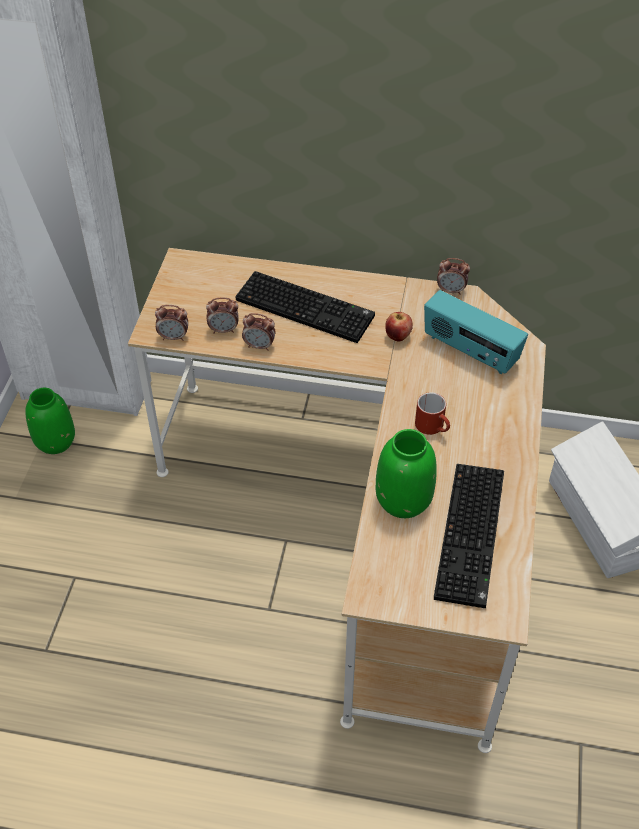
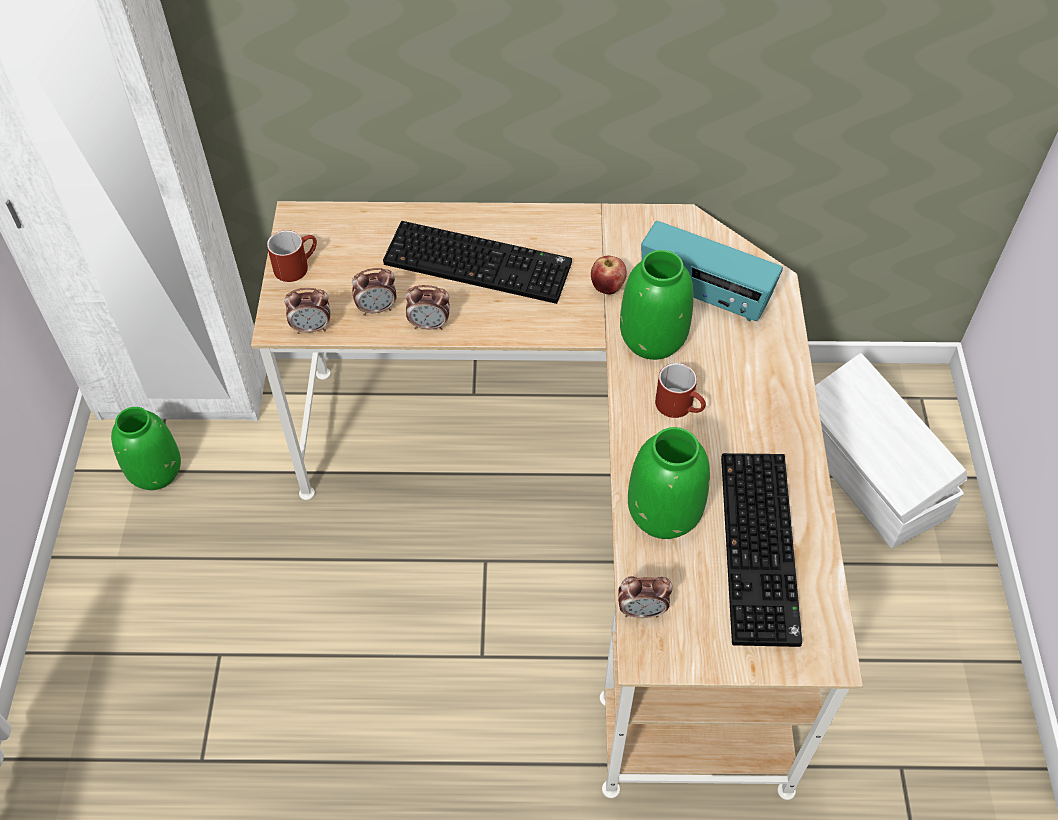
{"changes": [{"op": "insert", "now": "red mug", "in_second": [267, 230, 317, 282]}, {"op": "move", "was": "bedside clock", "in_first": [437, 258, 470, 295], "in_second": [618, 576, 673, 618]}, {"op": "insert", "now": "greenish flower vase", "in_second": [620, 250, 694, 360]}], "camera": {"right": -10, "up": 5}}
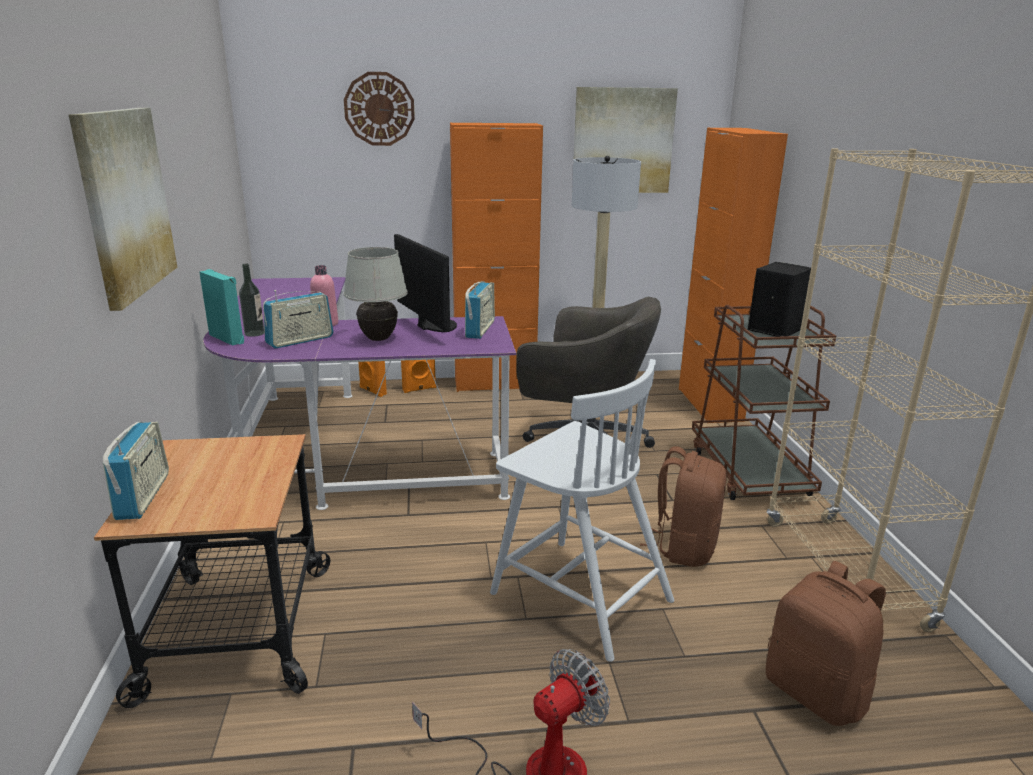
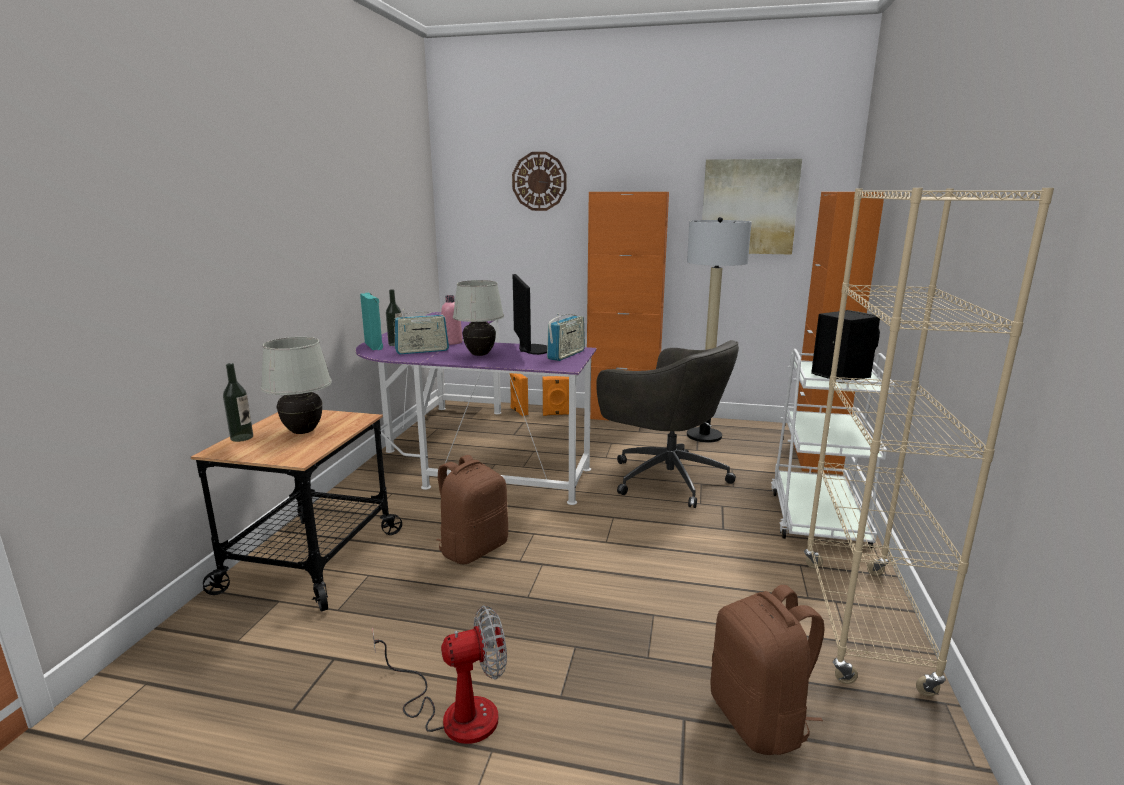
{"changes": [{"op": "replace", "was": "radio", "now": "beverage bottle", "in_first": [103, 421, 169, 520], "in_second": [223, 363, 253, 442]}, {"op": "insert", "now": "white lamp for a table", "in_second": [261, 337, 332, 434]}, {"op": "move", "was": "brownish backpack", "in_first": [640, 446, 727, 567], "in_second": [436, 455, 508, 564]}, {"op": "recolor", "was": "brownish trolley", "now": "white trolley", "in_first": [692, 305, 836, 500], "in_second": [771, 349, 895, 548]}, {"op": "delete", "was": "picture", "in_first": [69, 108, 177, 311]}, {"op": "delete", "was": "white chair", "in_first": [490, 359, 674, 662]}], "camera": {"right": 20, "up": -5}}
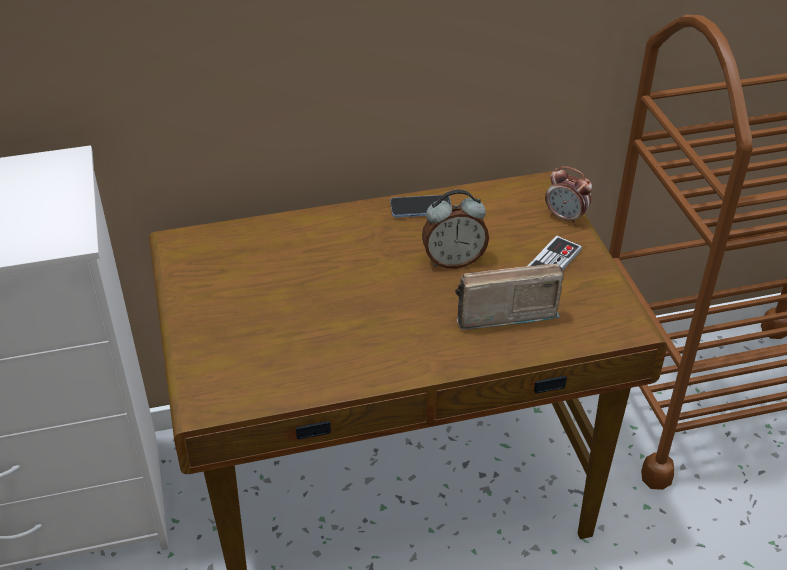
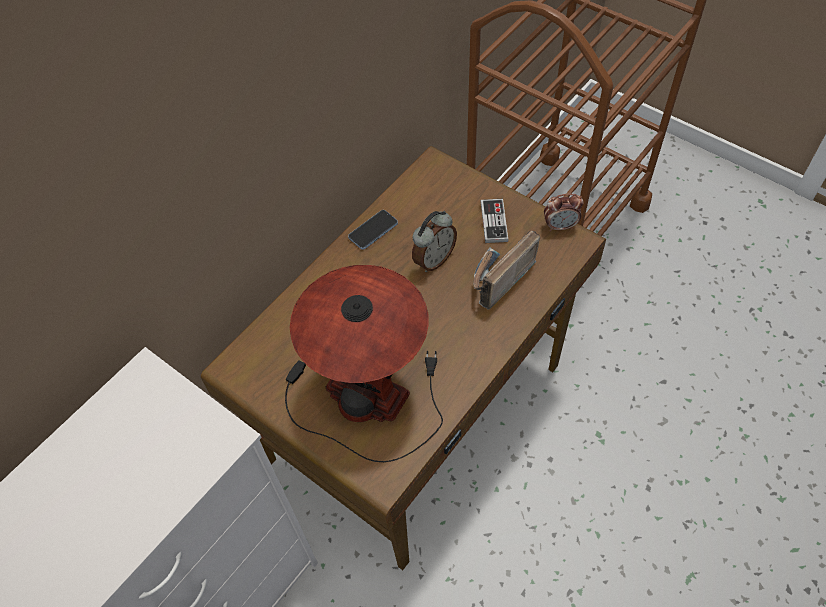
{"changes": [{"op": "insert", "now": "lamp for a table", "in_second": [285, 265, 443, 462]}, {"op": "move", "was": "bedside clock", "in_first": [545, 166, 592, 225], "in_second": [544, 194, 584, 232]}], "camera": {"right": -35, "up": 15}}
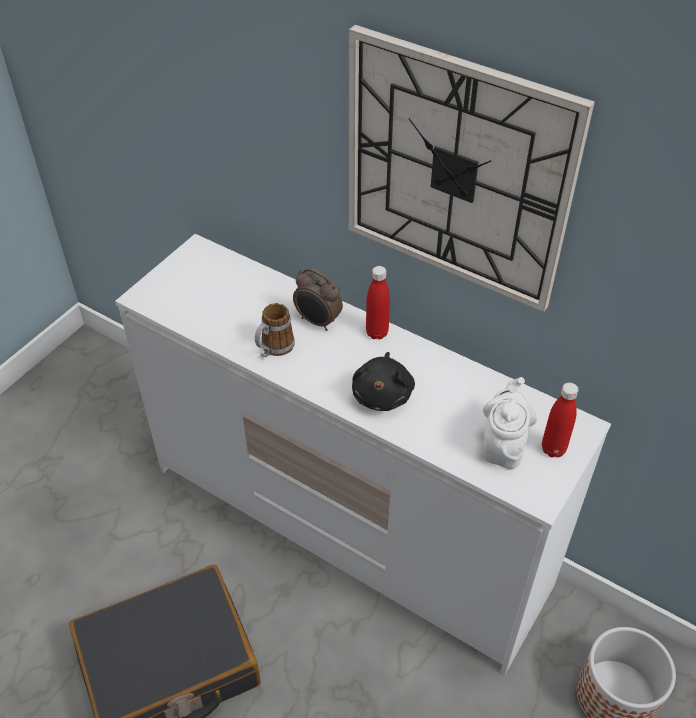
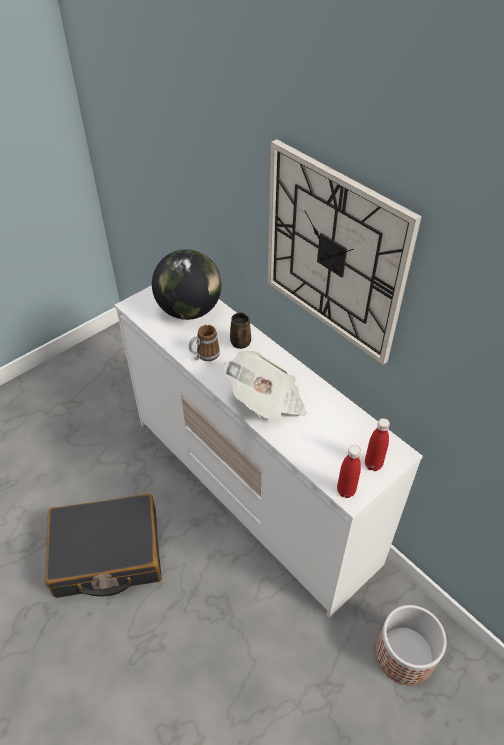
{"changes": [{"op": "insert", "now": "globe", "in_second": [152, 249, 222, 320]}, {"op": "replace", "was": "black-coloured soft toy", "now": "daily paper", "in_first": [352, 352, 415, 411], "in_second": [223, 351, 307, 420]}, {"op": "replace", "was": "bedside clock", "now": "brownish mug", "in_first": [293, 268, 343, 331], "in_second": [230, 312, 251, 349]}, {"op": "move", "was": "red beverage bottle", "in_first": [366, 266, 390, 340], "in_second": [337, 445, 361, 498]}, {"op": "delete", "was": "white teapot", "in_first": [483, 377, 537, 469]}], "camera": {"right": 15, "up": 0}}
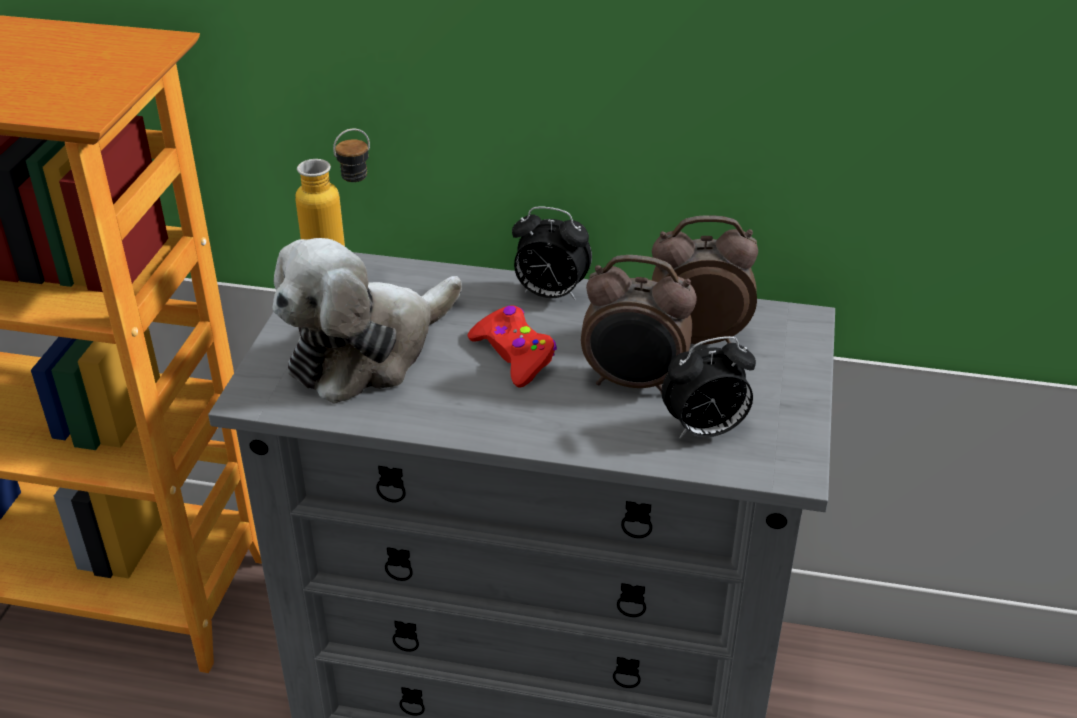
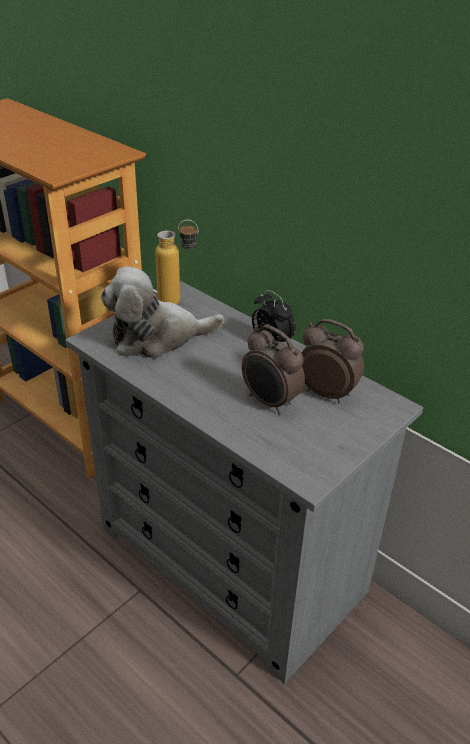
{"changes": [{"op": "delete", "was": "red gamepad", "in_first": [468, 305, 557, 387]}, {"op": "delete", "was": "bedside clock", "in_first": [661, 336, 756, 439]}], "camera": {"right": 30, "up": 0}}
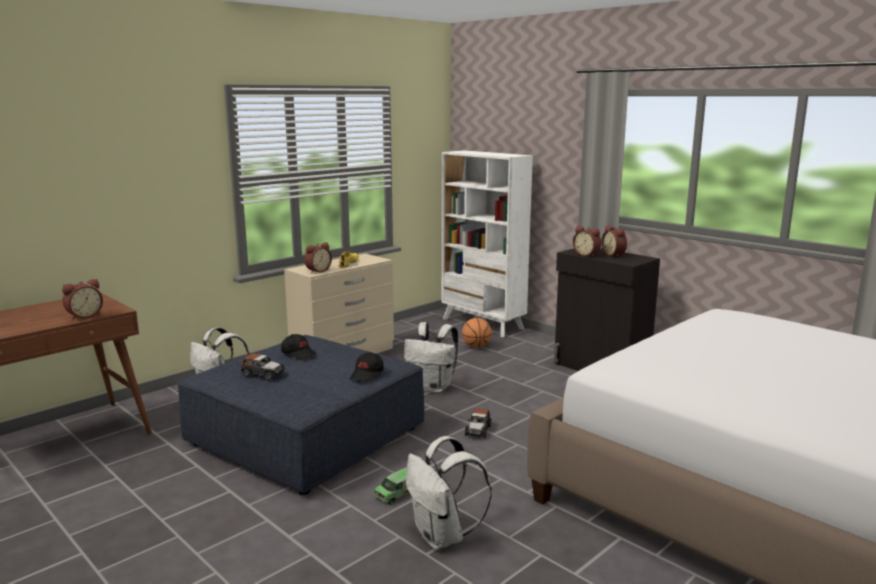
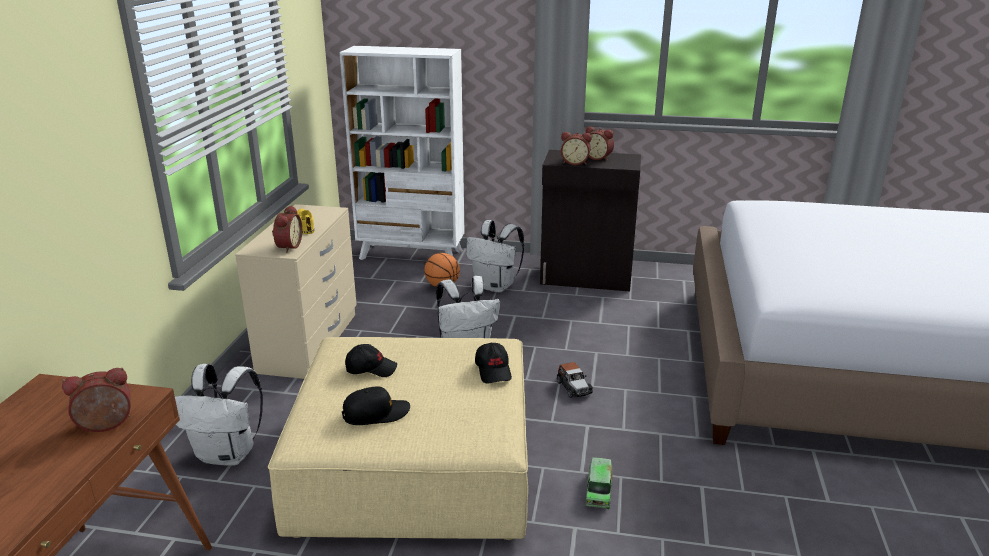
{"changes": [{"op": "rotate", "was": "bedside clock", "in_first": [62, 279, 103, 320], "in_second": [62, 368, 131, 432], "clockwise": -120}, {"op": "recolor", "was": "blue pouffe", "now": "beige-coloured pouffe", "in_first": [177, 335, 424, 495], "in_second": [268, 337, 528, 540]}, {"op": "replace", "was": "toy car", "now": "black-coloured baseball cap", "in_first": [241, 353, 285, 380], "in_second": [342, 386, 410, 425]}, {"op": "move", "was": "white backpack", "in_first": [406, 436, 492, 550], "in_second": [466, 220, 524, 293]}], "camera": {"right": -35, "up": 10}}
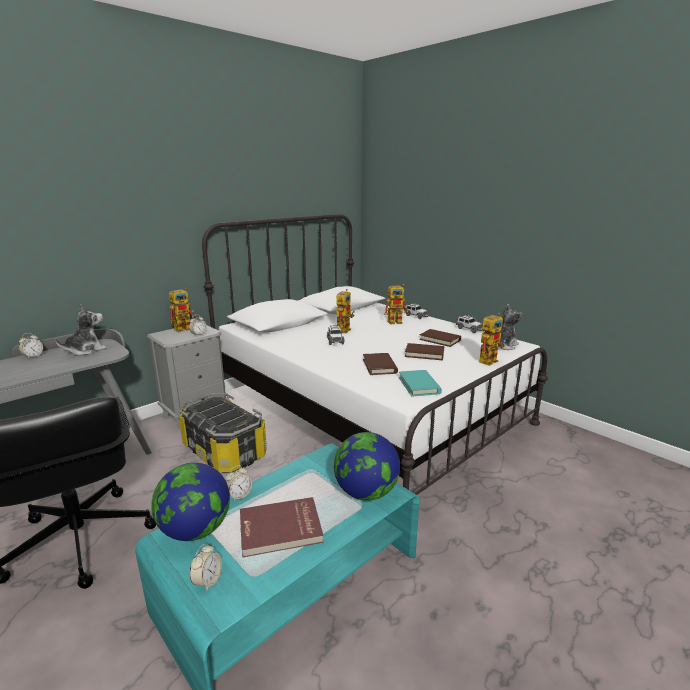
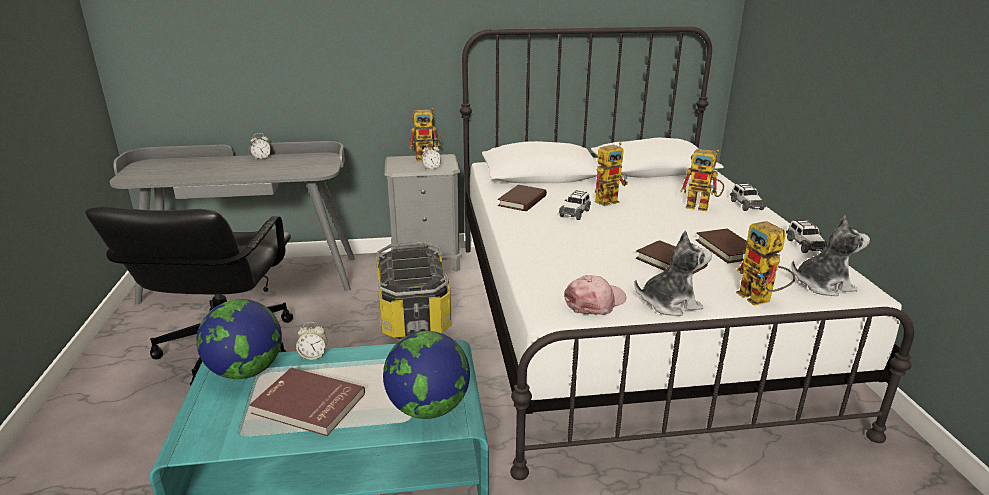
{"changes": [{"op": "move", "was": "brownish book", "in_first": [363, 353, 398, 375], "in_second": [498, 185, 547, 211]}, {"op": "replace", "was": "turquoise book", "now": "pink-coloured baseball cap", "in_first": [399, 370, 442, 397], "in_second": [564, 275, 627, 315]}, {"op": "move", "was": "soft toy", "in_first": [55, 305, 107, 355], "in_second": [634, 231, 712, 316]}, {"op": "rotate", "was": "model robot", "in_first": [479, 313, 506, 366], "in_second": [736, 221, 795, 306], "clockwise": 75}, {"op": "delete", "was": "bedside clock", "in_first": [190, 544, 222, 592]}], "camera": {"right": 35, "up": 5}}
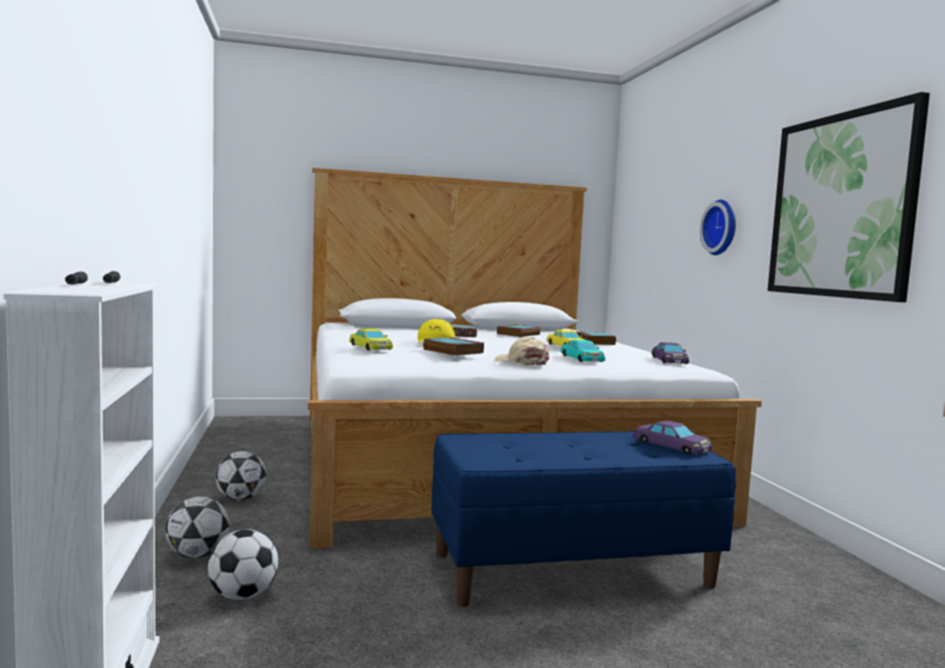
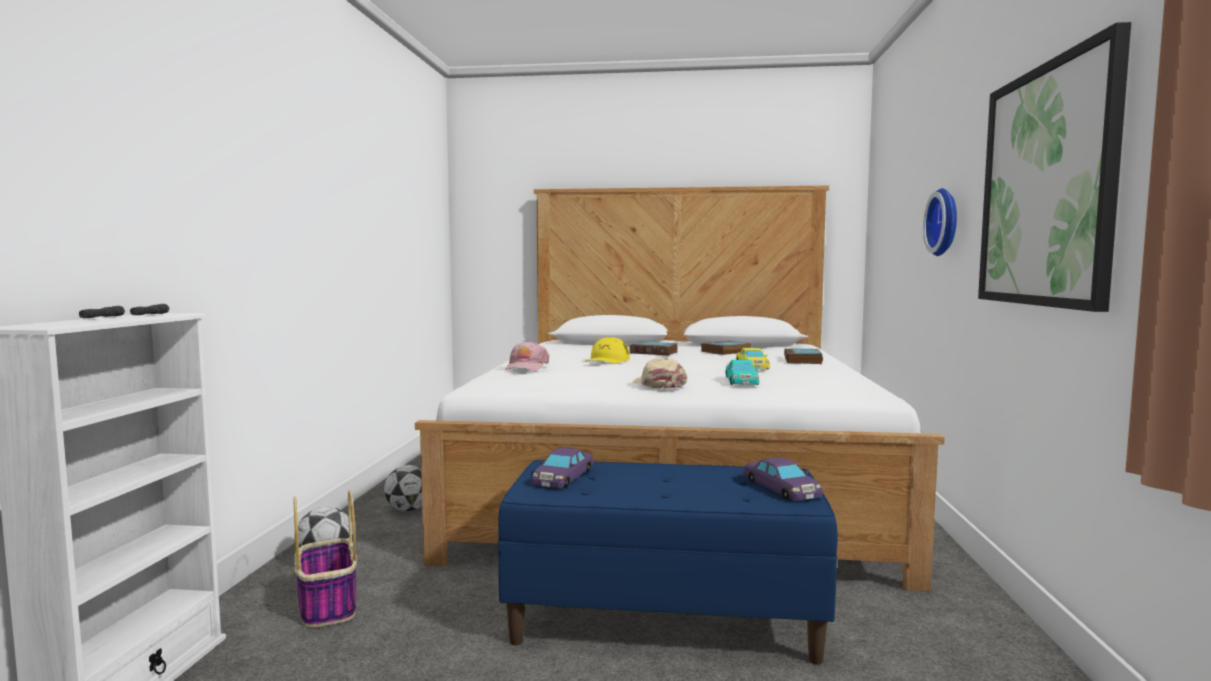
{"changes": [{"op": "replace", "was": "football", "now": "storage basket", "in_first": [208, 529, 278, 600], "in_second": [293, 490, 357, 628]}, {"op": "replace", "was": "yellow toy car", "now": "pink-coloured baseball cap", "in_first": [349, 329, 393, 350], "in_second": [505, 341, 549, 371]}, {"op": "move", "was": "purple toy car", "in_first": [652, 342, 689, 364], "in_second": [531, 448, 594, 488]}, {"op": "delete", "was": "book", "in_first": [423, 337, 484, 356]}], "camera": {"right": 20, "up": 0}}
